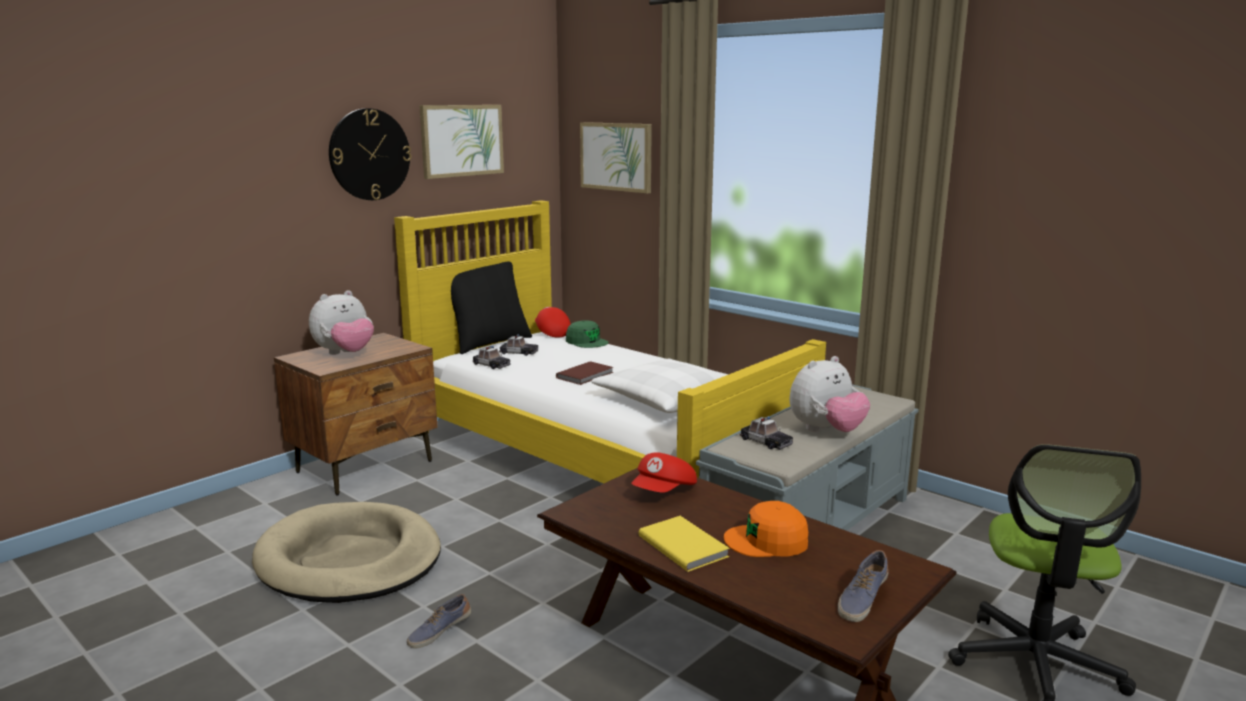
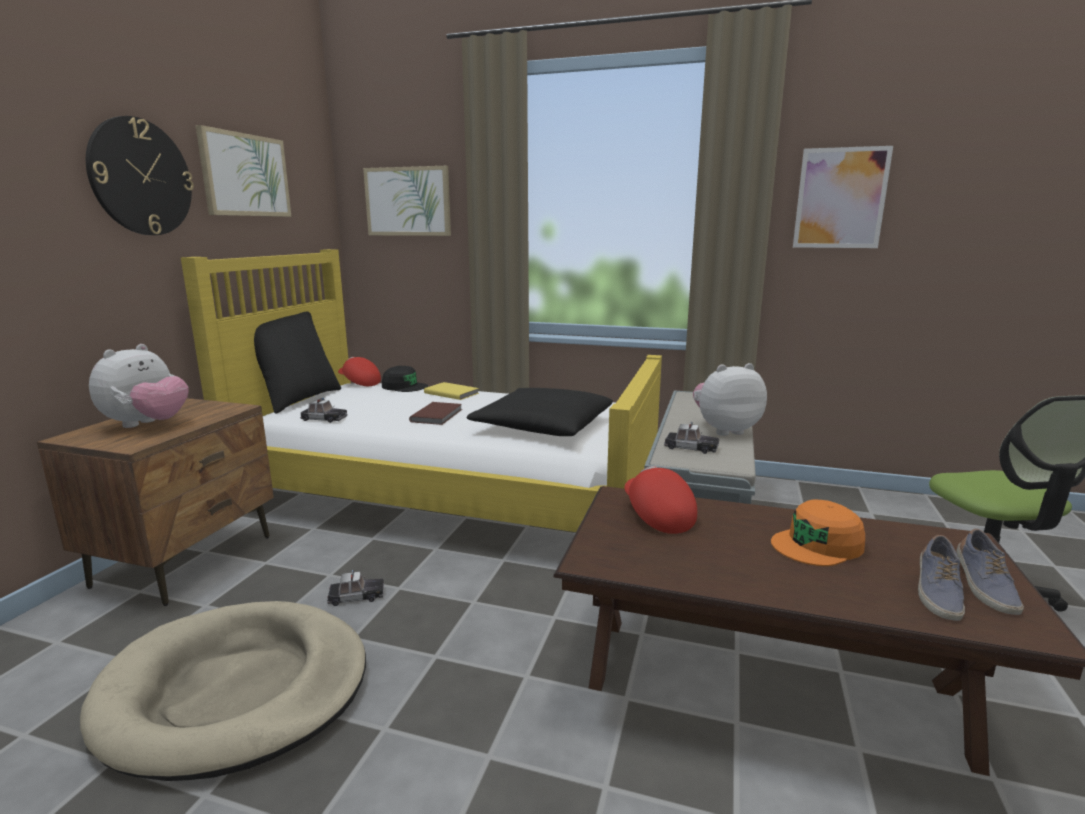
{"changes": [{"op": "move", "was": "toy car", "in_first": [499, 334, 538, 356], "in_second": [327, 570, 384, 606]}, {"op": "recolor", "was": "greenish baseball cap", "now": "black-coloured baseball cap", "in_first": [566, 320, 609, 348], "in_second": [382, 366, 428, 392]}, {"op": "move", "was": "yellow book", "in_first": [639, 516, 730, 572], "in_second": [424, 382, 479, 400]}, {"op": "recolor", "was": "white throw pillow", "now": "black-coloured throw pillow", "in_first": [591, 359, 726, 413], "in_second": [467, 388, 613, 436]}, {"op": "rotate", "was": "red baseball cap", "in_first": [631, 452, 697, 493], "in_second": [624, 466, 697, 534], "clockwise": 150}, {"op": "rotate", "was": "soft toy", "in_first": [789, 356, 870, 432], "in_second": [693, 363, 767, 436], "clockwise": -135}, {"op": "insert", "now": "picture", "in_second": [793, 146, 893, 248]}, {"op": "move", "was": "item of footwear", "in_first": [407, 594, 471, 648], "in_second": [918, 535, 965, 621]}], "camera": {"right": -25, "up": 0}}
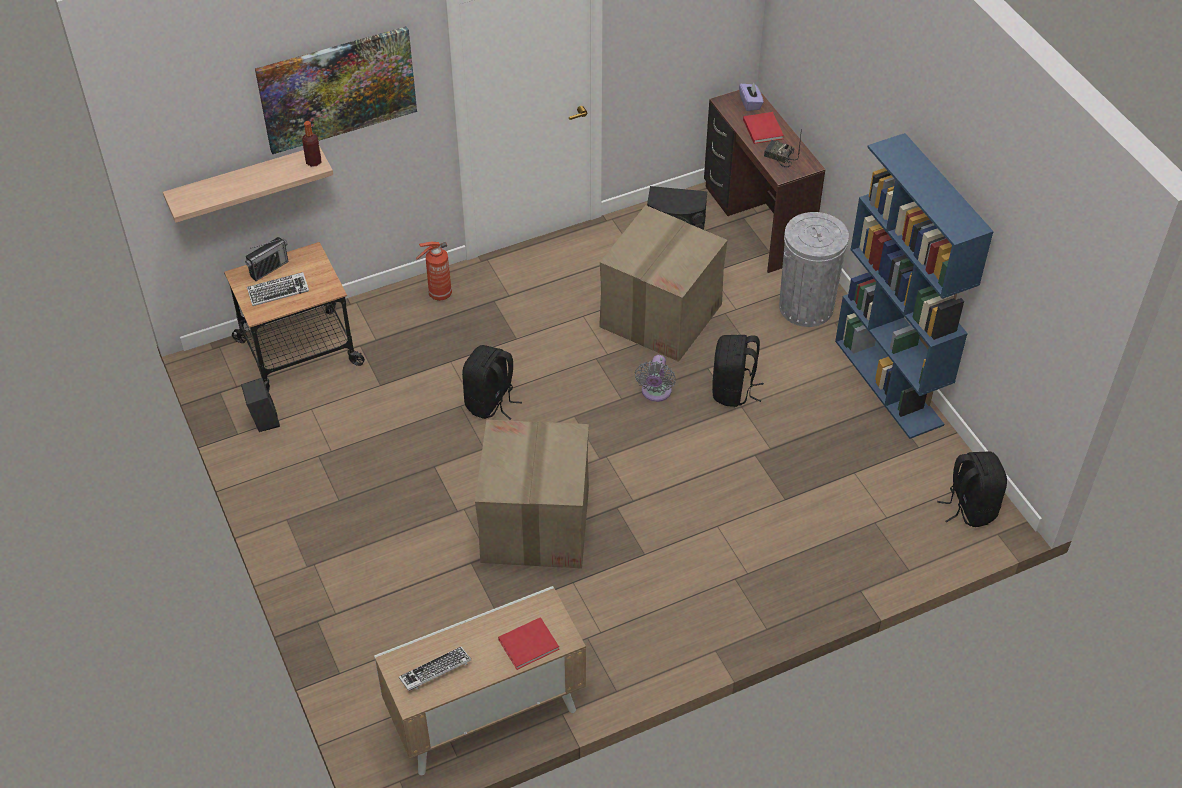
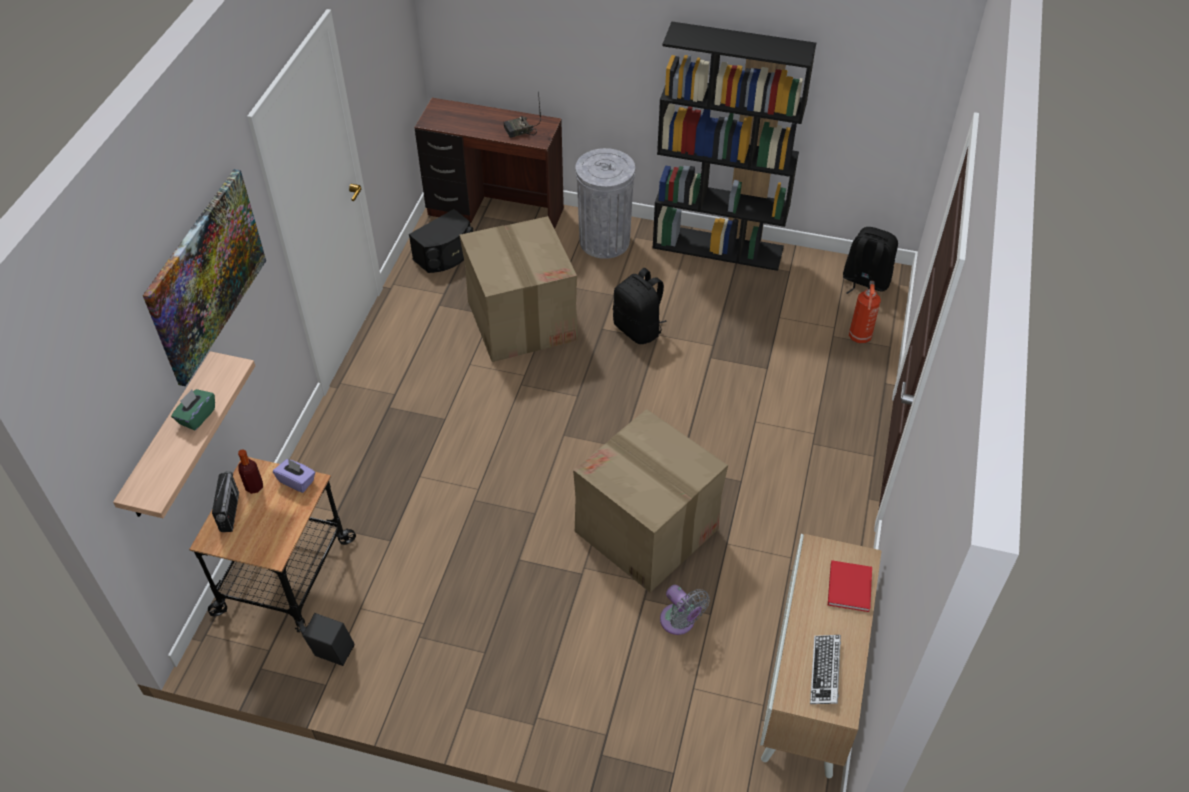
{"changes": [{"op": "insert", "now": "greenish box of tissues", "in_second": [171, 389, 215, 430]}, {"op": "move", "was": "beverage bottle", "in_first": [302, 121, 321, 167], "in_second": [238, 449, 263, 494]}, {"op": "move", "was": "purple box of tissues", "in_first": [739, 83, 764, 111], "in_second": [273, 459, 315, 493]}, {"op": "recolor", "was": "blue bookcase", "now": "black-coloured bookcase", "in_first": [835, 133, 994, 439], "in_second": [652, 21, 816, 271]}, {"op": "move", "was": "grey electric fan", "in_first": [635, 355, 676, 402], "in_second": [660, 585, 710, 635]}, {"op": "move", "was": "fire extinguisher", "in_first": [416, 242, 452, 301], "in_second": [849, 281, 881, 343]}, {"op": "delete", "was": "PC keyboard", "in_first": [247, 272, 309, 306]}, {"op": "delete", "was": "black-coloured backpack", "in_first": [462, 345, 522, 420]}, {"op": "delete", "was": "red book", "in_first": [743, 112, 784, 144]}], "camera": {"right": -50, "up": 0}}
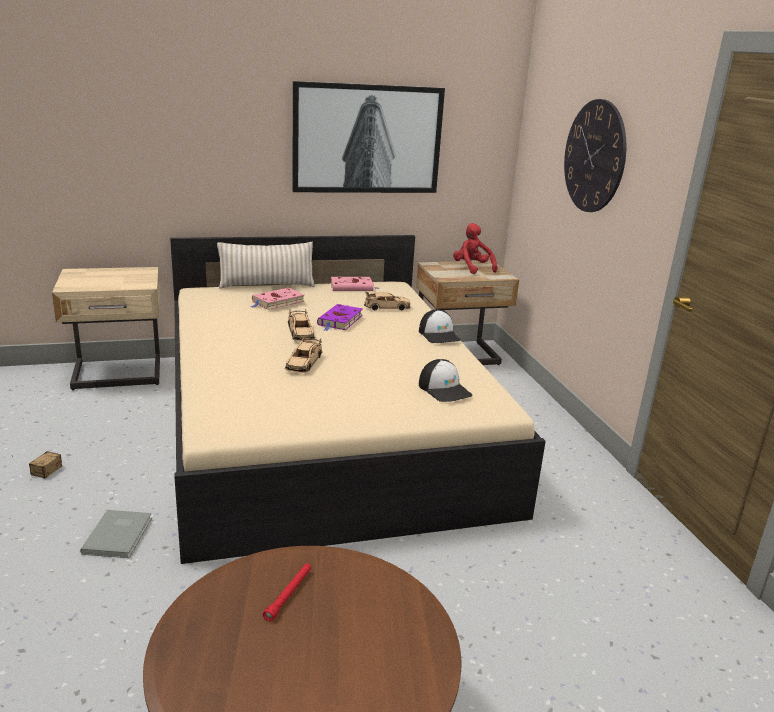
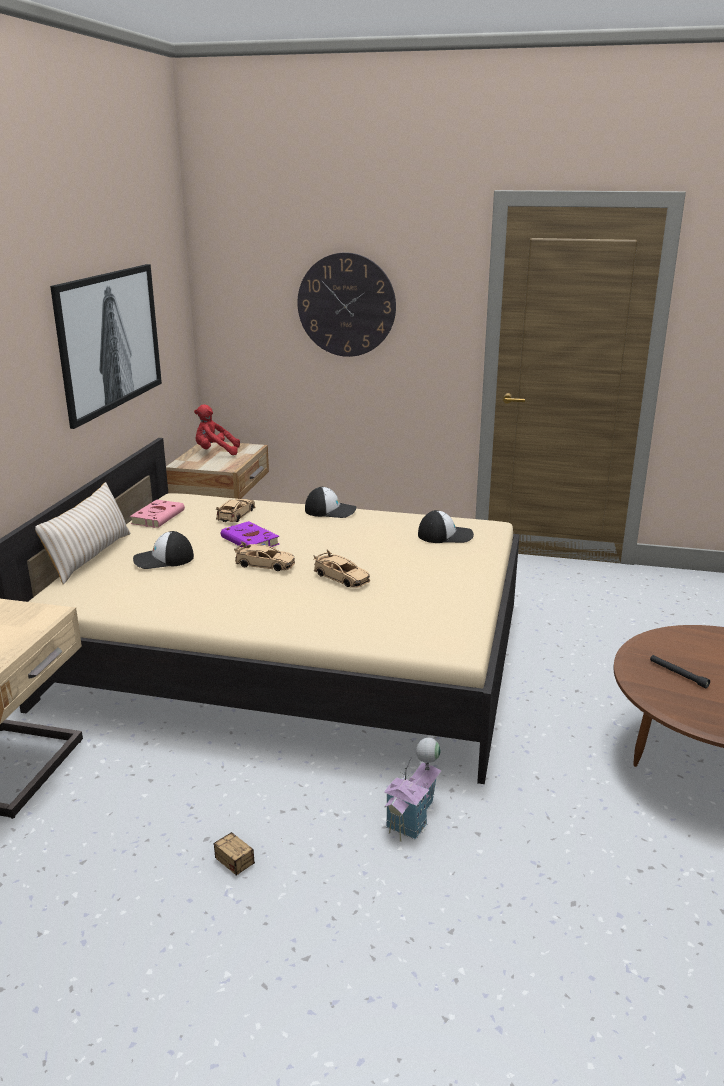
{"changes": [{"op": "replace", "was": "pink-coloured book", "now": "baseball cap", "in_first": [250, 288, 305, 310], "in_second": [133, 531, 194, 569]}, {"op": "replace", "was": "grey book", "now": "miniature house", "in_first": [80, 510, 152, 558], "in_second": [384, 738, 441, 842]}, {"op": "recolor", "was": "red flashlight", "now": "black-coloured flashlight", "in_first": [263, 563, 311, 621], "in_second": [650, 655, 710, 688]}], "camera": {"right": -60, "up": 0}}
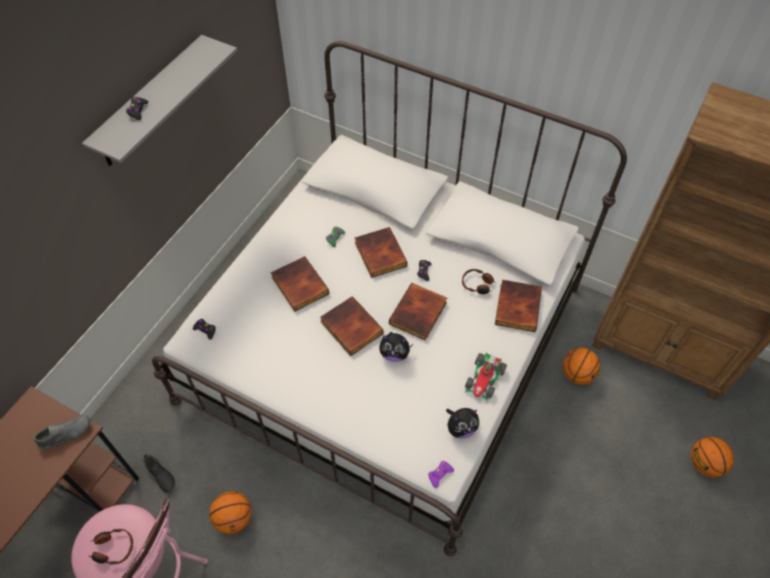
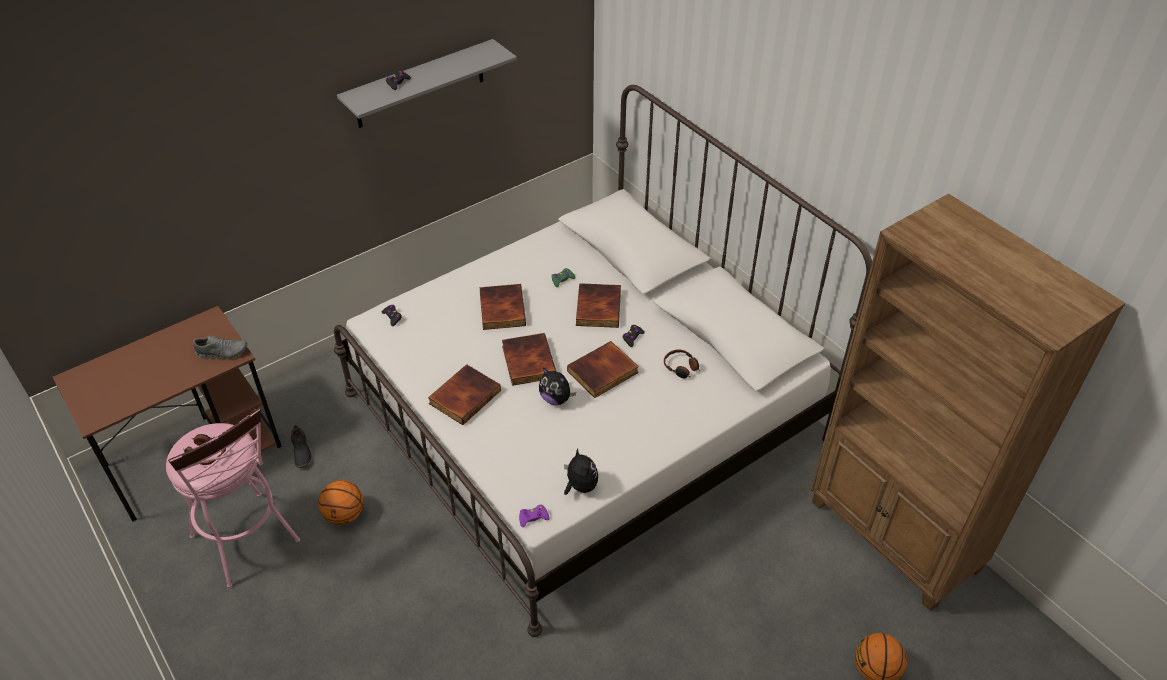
{"changes": [{"op": "move", "was": "book", "in_first": [495, 280, 542, 332], "in_second": [428, 364, 501, 425]}, {"op": "rotate", "was": "soft toy", "in_first": [446, 408, 479, 439], "in_second": [564, 448, 598, 495], "clockwise": -120}, {"op": "delete", "was": "toy car", "in_first": [464, 352, 507, 402]}, {"op": "delete", "was": "basketball ball", "in_first": [563, 348, 601, 384]}], "camera": {"right": 25, "up": -10}}
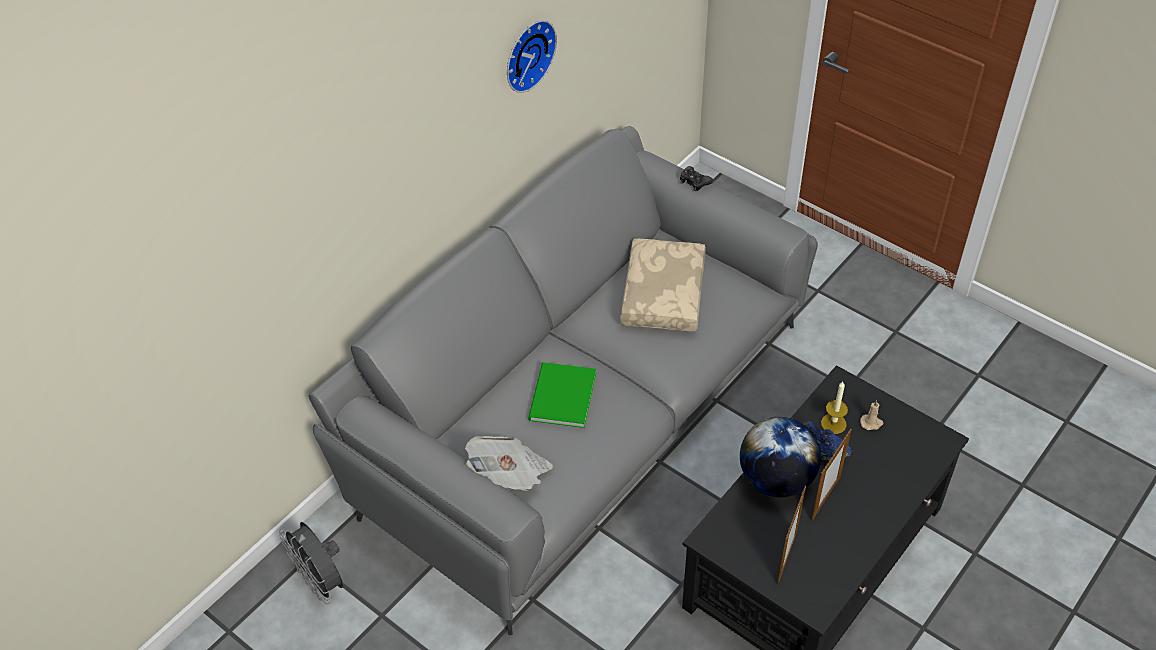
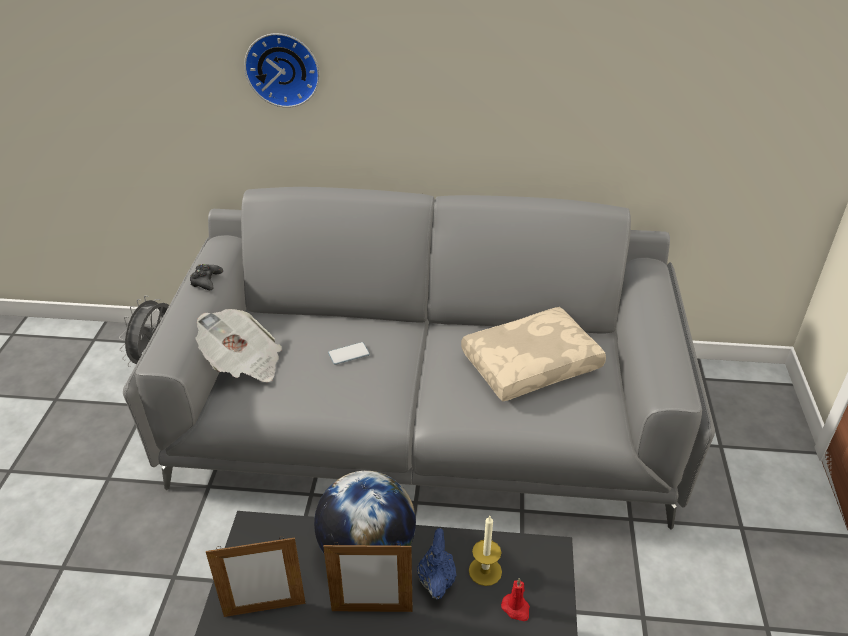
{"changes": [{"op": "move", "was": "black-coloured gamepad", "in_first": [680, 166, 713, 191], "in_second": [190, 264, 223, 290]}, {"op": "move", "was": "clock on the wall", "in_first": [507, 20, 557, 93], "in_second": [244, 33, 320, 108]}, {"op": "replace", "was": "greenish book", "now": "handset", "in_first": [528, 362, 596, 428], "in_second": [328, 342, 370, 365]}, {"op": "recolor", "was": "beige-coloured wax light", "now": "red wax light", "in_first": [860, 400, 883, 430], "in_second": [501, 578, 530, 621]}], "camera": {"right": 55, "up": -10}}
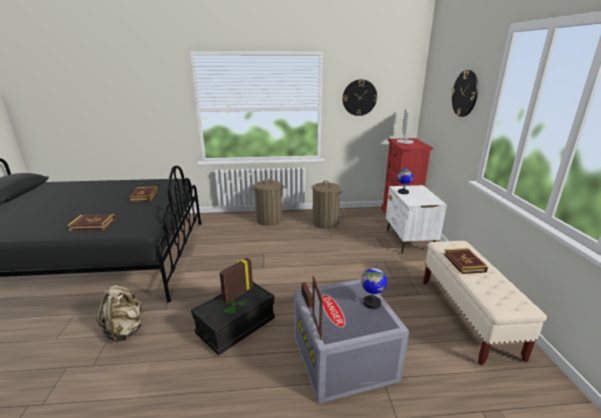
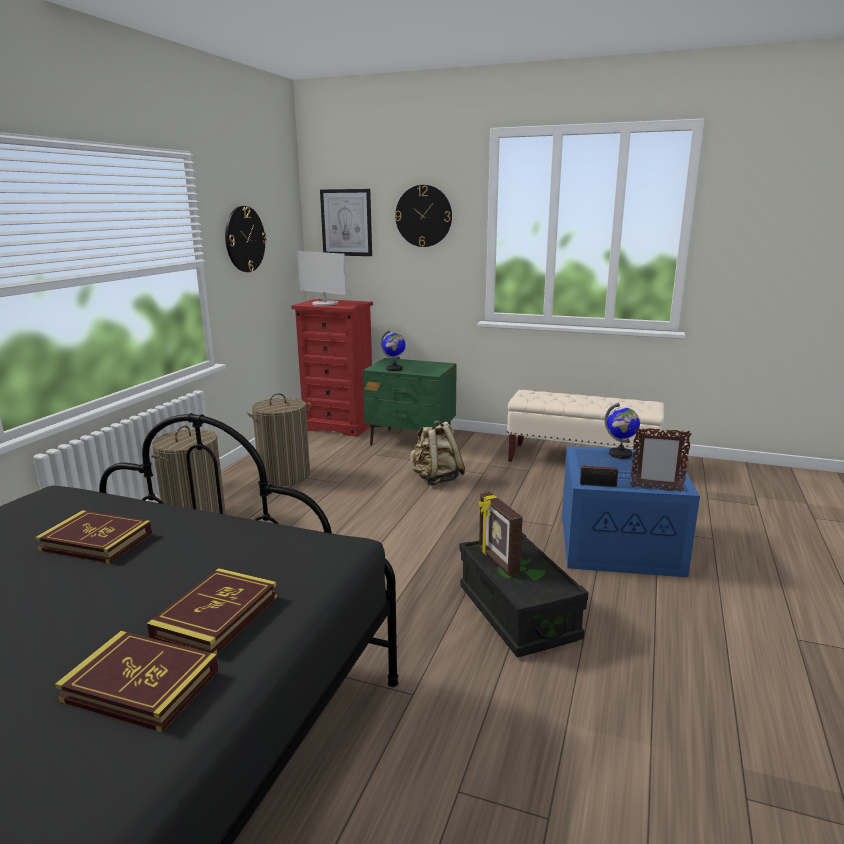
{"changes": [{"op": "move", "was": "book", "in_first": [444, 248, 488, 274], "in_second": [55, 631, 219, 732]}, {"op": "insert", "now": "picture", "in_second": [320, 189, 372, 256]}, {"op": "recolor", "was": "white bedside table", "now": "greenish bedside table", "in_first": [386, 185, 447, 254], "in_second": [362, 358, 457, 446]}, {"op": "move", "was": "beige-coloured backpack", "in_first": [96, 285, 144, 343], "in_second": [410, 421, 465, 485]}, {"op": "recolor", "was": "grey storage container", "now": "blue storage container", "in_first": [294, 279, 409, 404], "in_second": [562, 446, 700, 577]}], "camera": {"right": -65, "up": -5}}
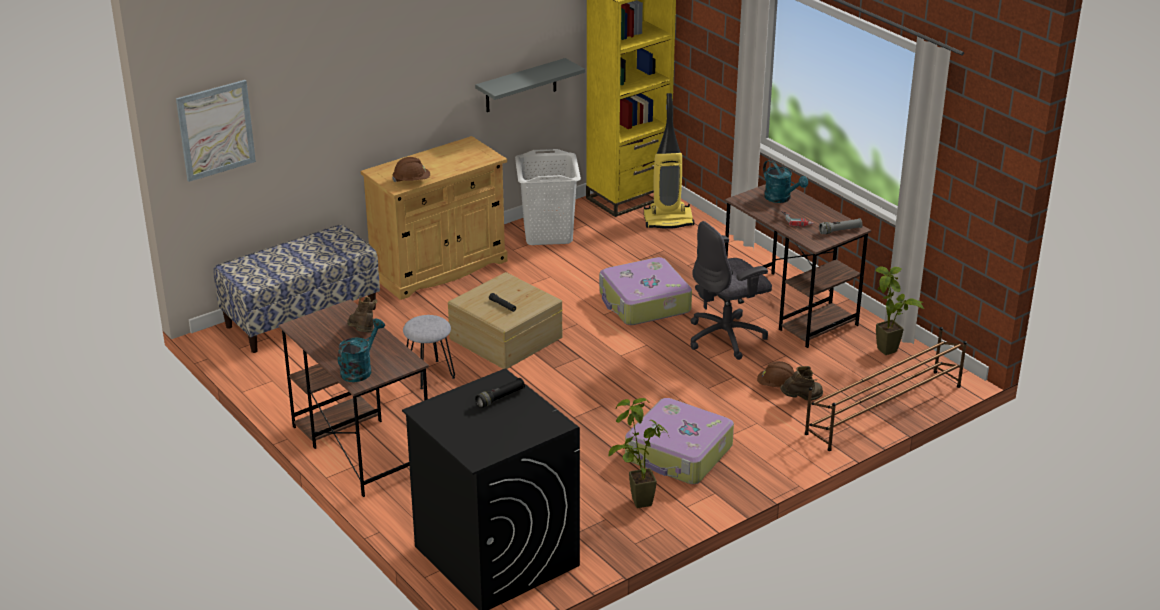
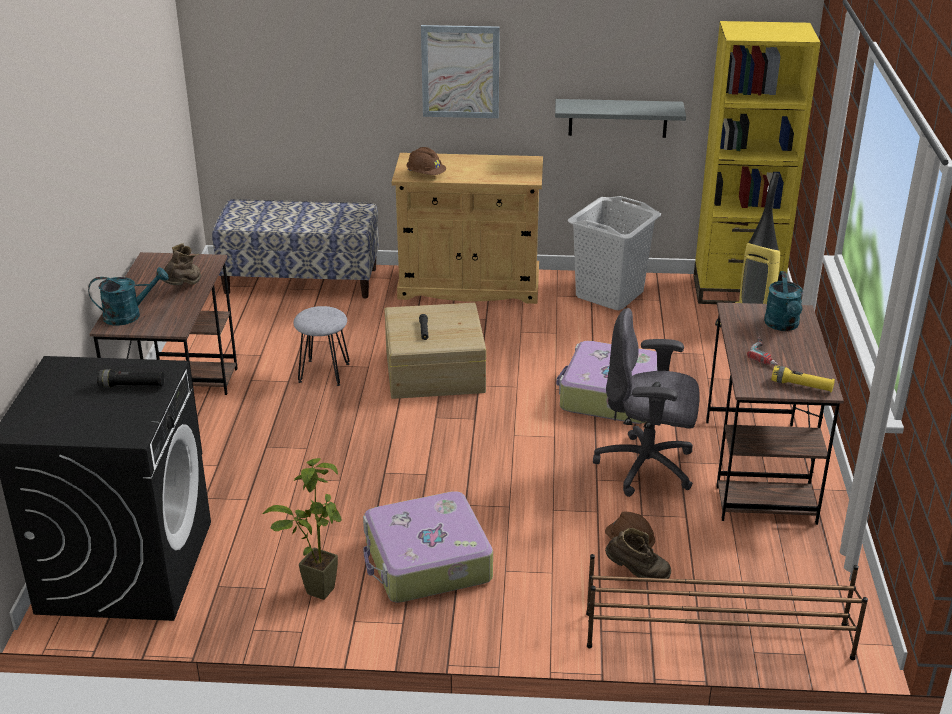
{"changes": [{"op": "move", "was": "picture", "in_first": [176, 80, 256, 182], "in_second": [421, 25, 500, 118]}, {"op": "recolor", "was": "grey flashlight", "now": "yellow flashlight", "in_first": [819, 218, 863, 234], "in_second": [772, 365, 835, 393]}, {"op": "delete", "was": "plant in a pot", "in_first": [875, 266, 924, 355]}], "camera": {"right": 40, "up": 0}}
